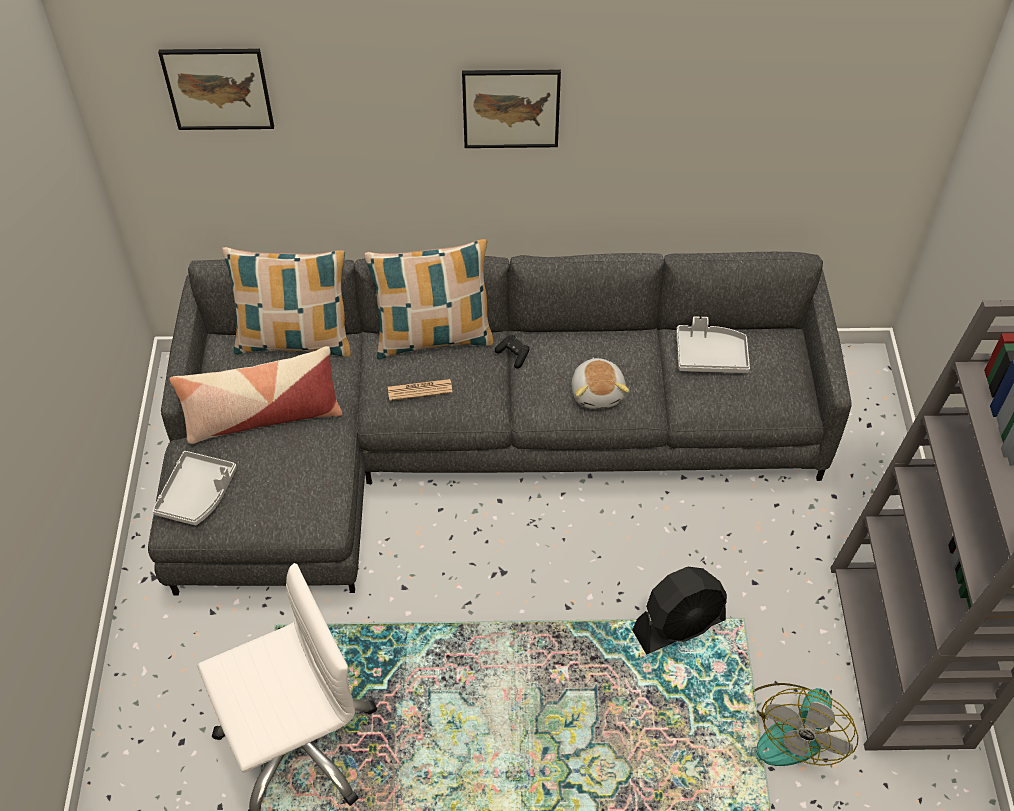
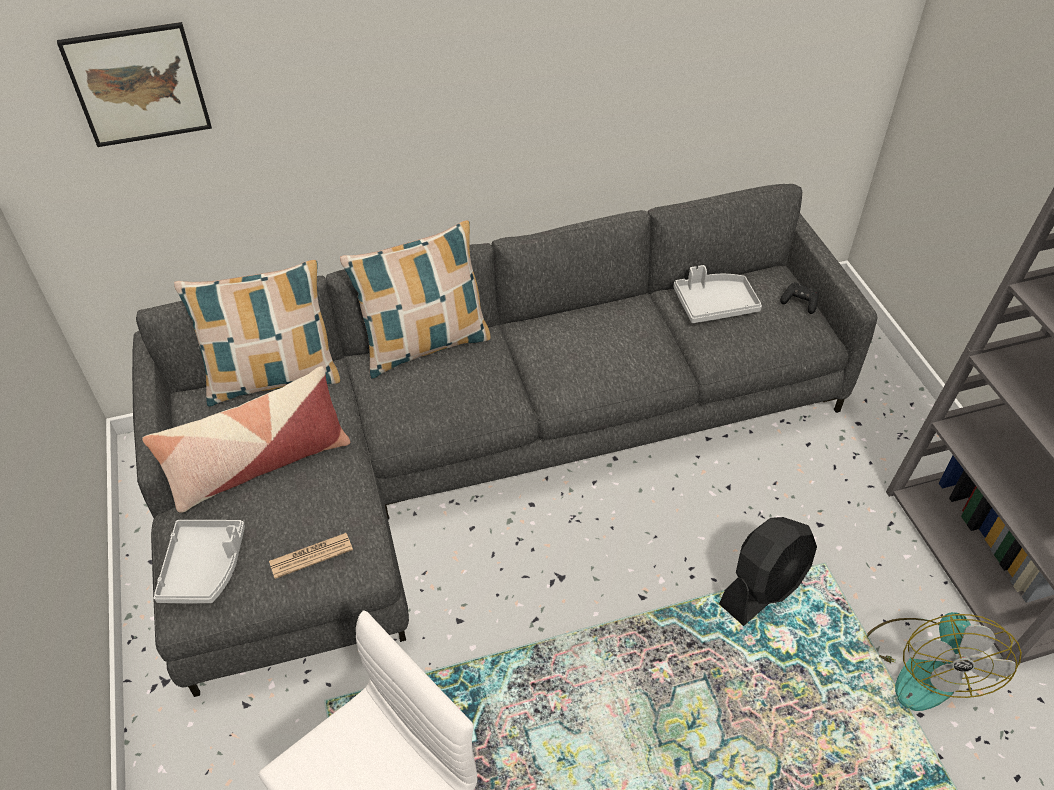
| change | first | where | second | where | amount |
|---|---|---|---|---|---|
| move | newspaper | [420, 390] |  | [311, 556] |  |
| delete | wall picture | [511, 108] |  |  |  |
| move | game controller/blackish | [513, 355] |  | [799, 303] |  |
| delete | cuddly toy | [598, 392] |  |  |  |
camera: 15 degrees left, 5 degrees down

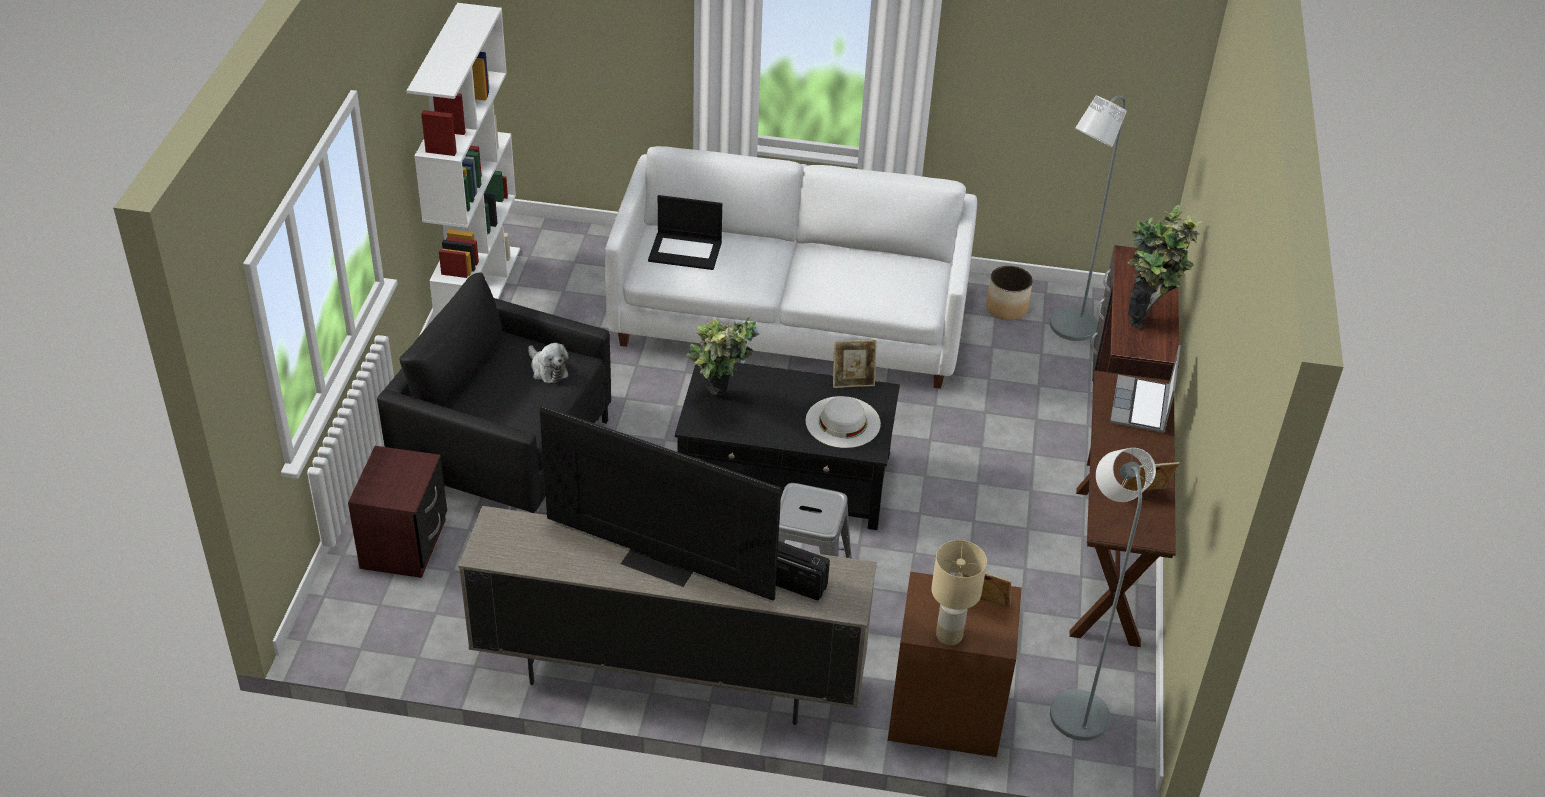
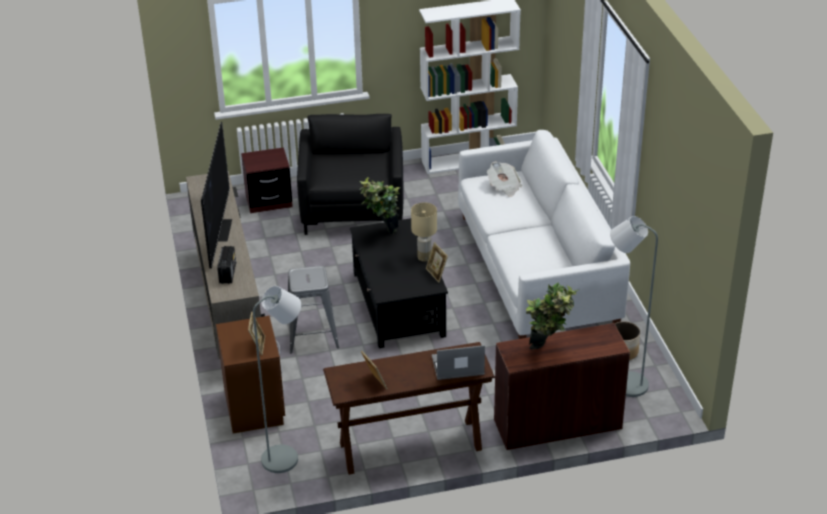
| change | first | where | second | where | amount |
|---|---|---|---|---|---|
| delete | cuddly toy | [547, 369] |  |  |  |
| replace | portable computer | [686, 251] | newspaper | [504, 187] |  |
| delete | wearable hat/white | [843, 422] |  |  |  |
| move | lamp for a table/beige | [949, 635] |  | [424, 257] |  |
camera: 70 degrees right, 5 degrees down

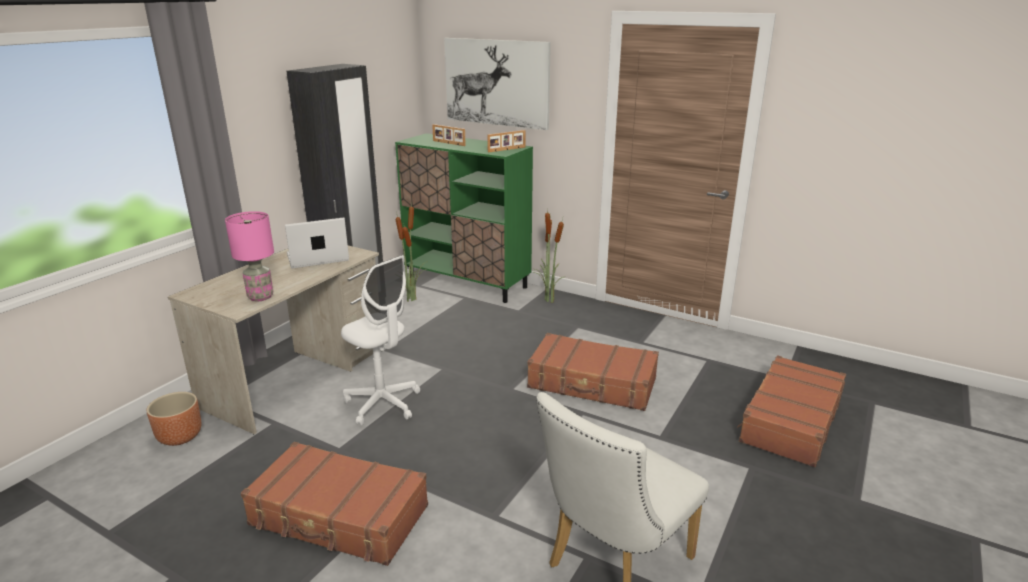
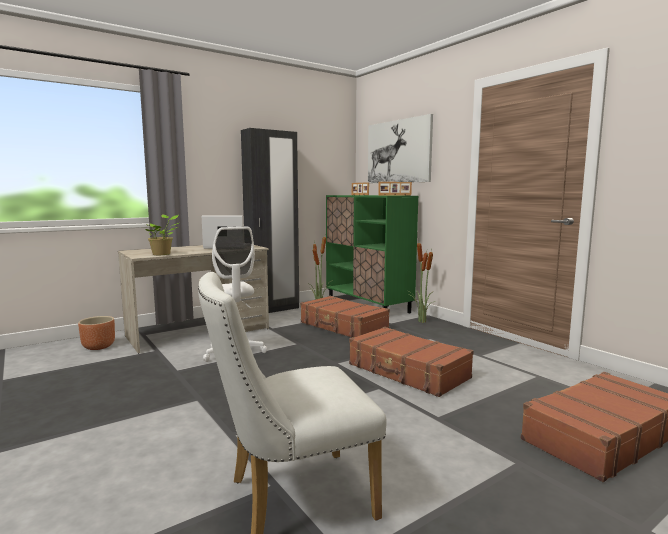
| change | first | where | second | where | amount |
|---|---|---|---|---|---|
| replace | lamp for a table/pink | [260, 297] | plant in a pot | [163, 254] |  |
| move | travel case/brown | [339, 516] |  | [343, 326] |  |
camera: 25 degrees right, 15 degrees down

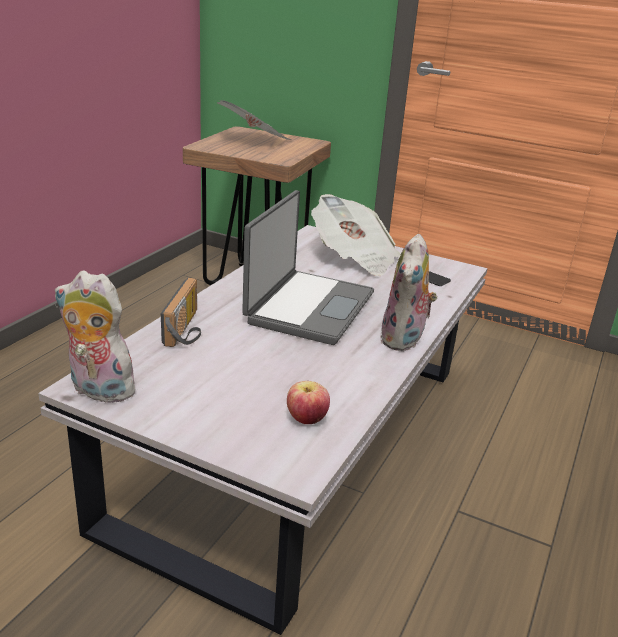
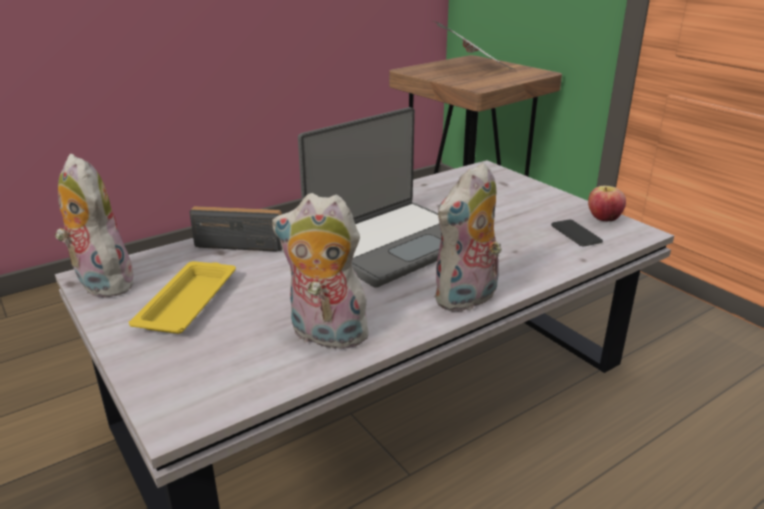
| change | first | where | second | where | amount |
|---|---|---|---|---|---|
| rotate | radio receiver | [187, 329] |  | [245, 243] | 120 degrees counterclockwise |
| move | whole apple | [306, 419] |  | [603, 219] |  |
| delete | newspaper | [354, 258] |  |  |  |
| insert |  |  | carrying tray/yellow | [189, 302] |  |
| insert |  |  | cuddly toy | [325, 336] |  |
camera: 30 degrees right, 0 degrees up

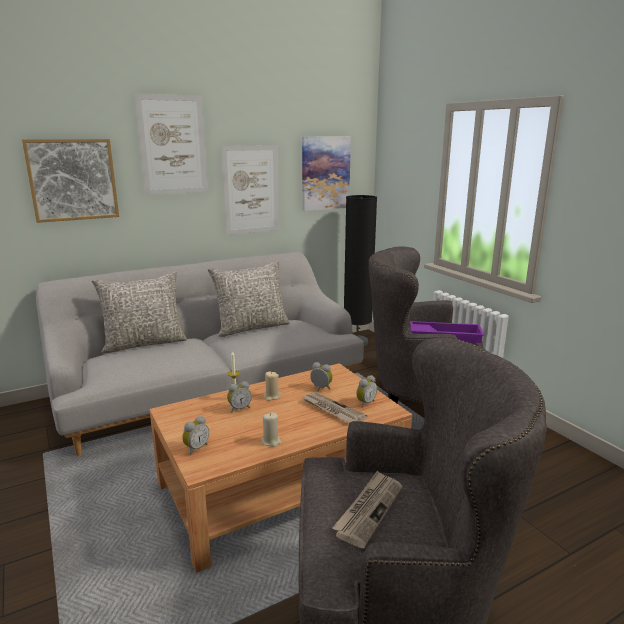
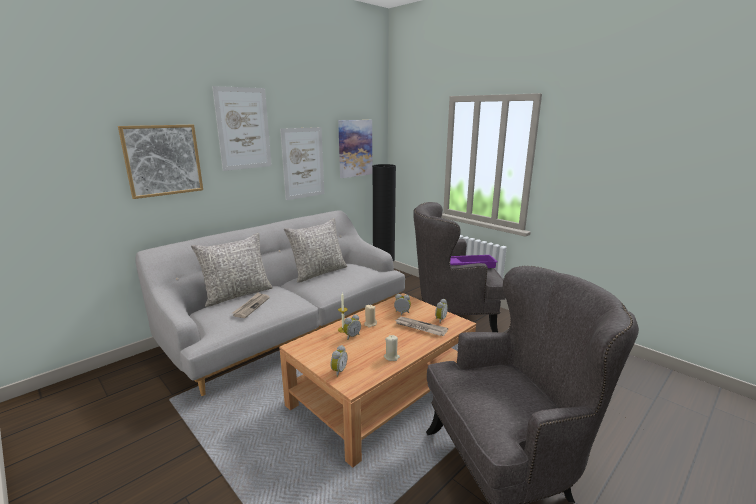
| change | first | where | second | where | amount |
|---|---|---|---|---|---|
| move | newspaper | [369, 509] |  | [251, 306] |  |
camera: 15 degrees left, 0 degrees up

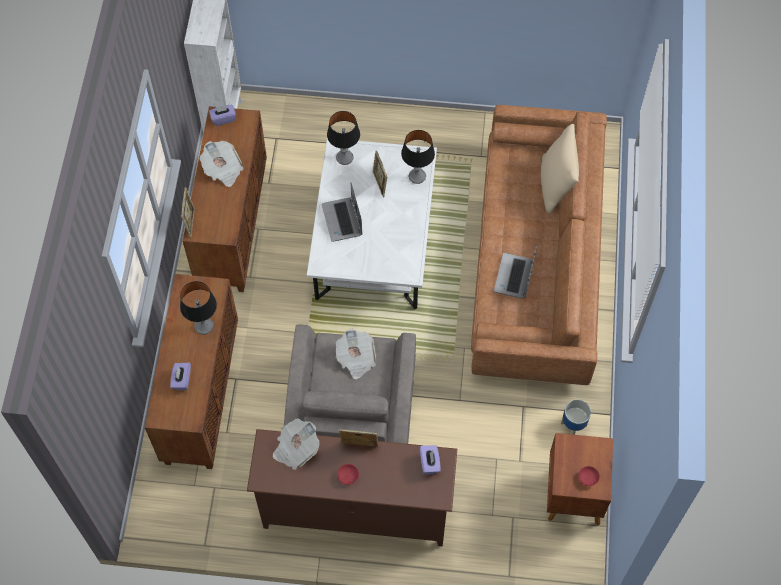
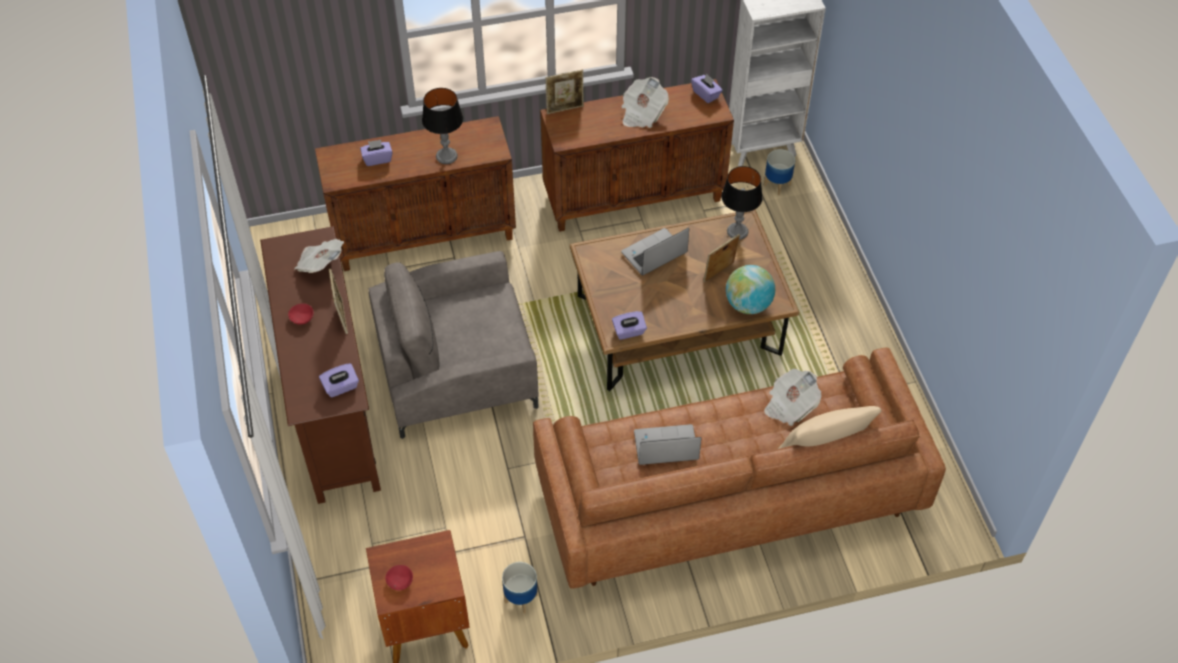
| change | first | where | second | where | amount |
|---|---|---|---|---|---|
| recolor | lounge table/white | [374, 240] | lounge table/brown | [678, 325] |  |
| move | newspaper | [356, 359] |  | [790, 405] |  |
| replace | lamp for a table | [417, 176] | desk globe | [748, 304] |  |
| insert |  |  | tissue holder/purplish | [629, 332] |  |
| insert |  |  | flower pot | [776, 185] |  |
camera: 70 degrees right, 10 degrees down

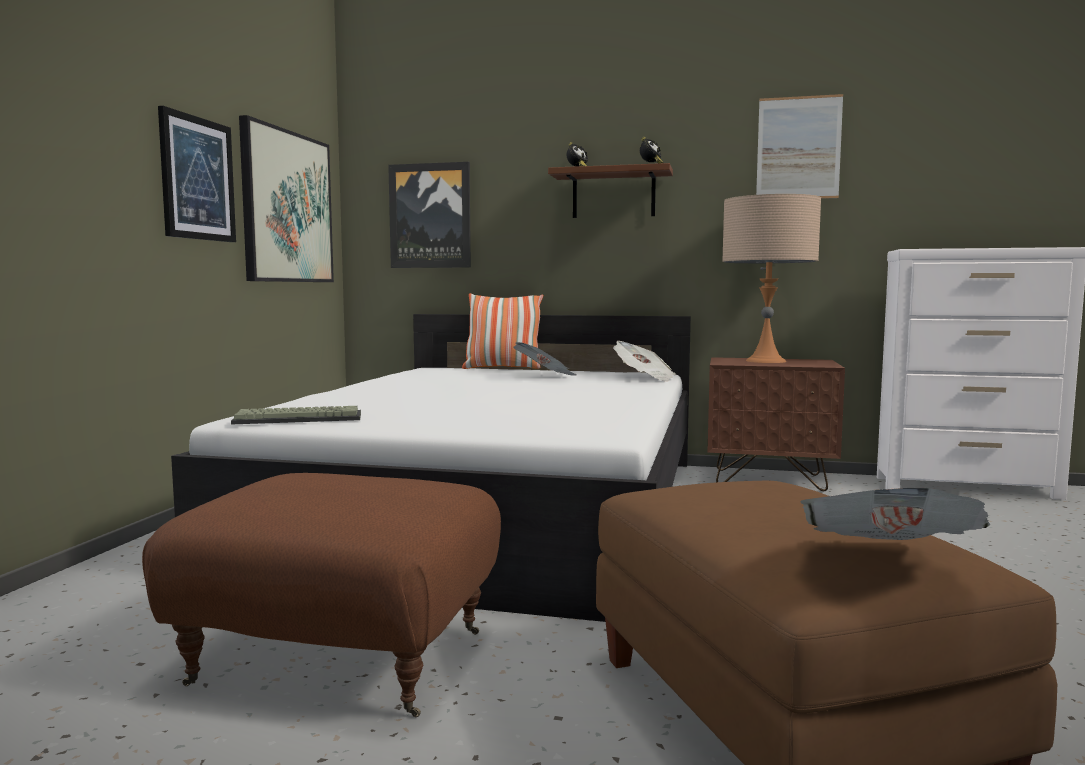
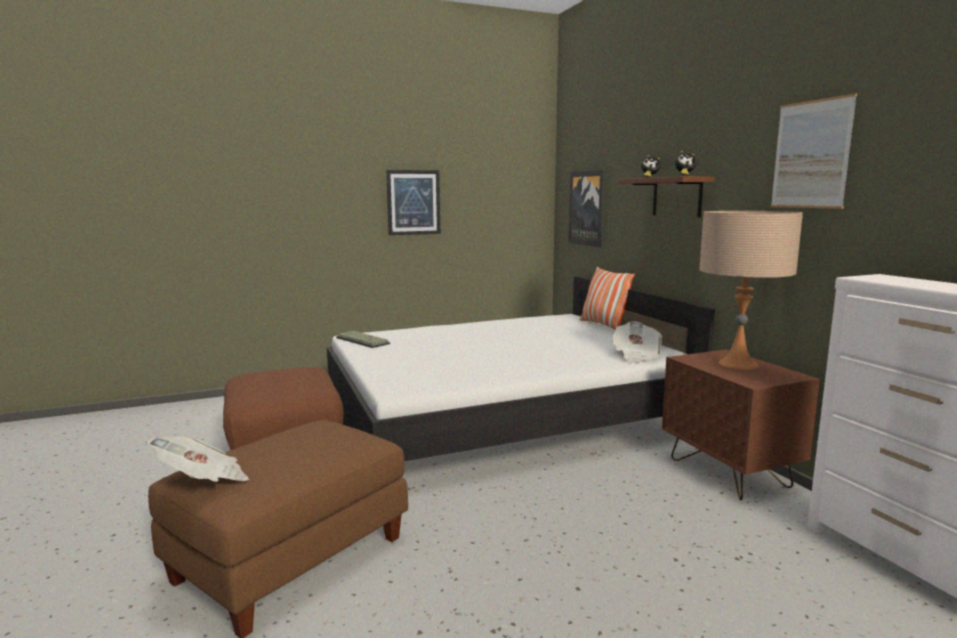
| change | first | where | second | where | amount |
|---|---|---|---|---|---|
| delete | wall picture | [287, 207] |  |  |  |
| delete | newspaper | [545, 376] |  |  |  |
camera: 55 degrees right, 5 degrees up

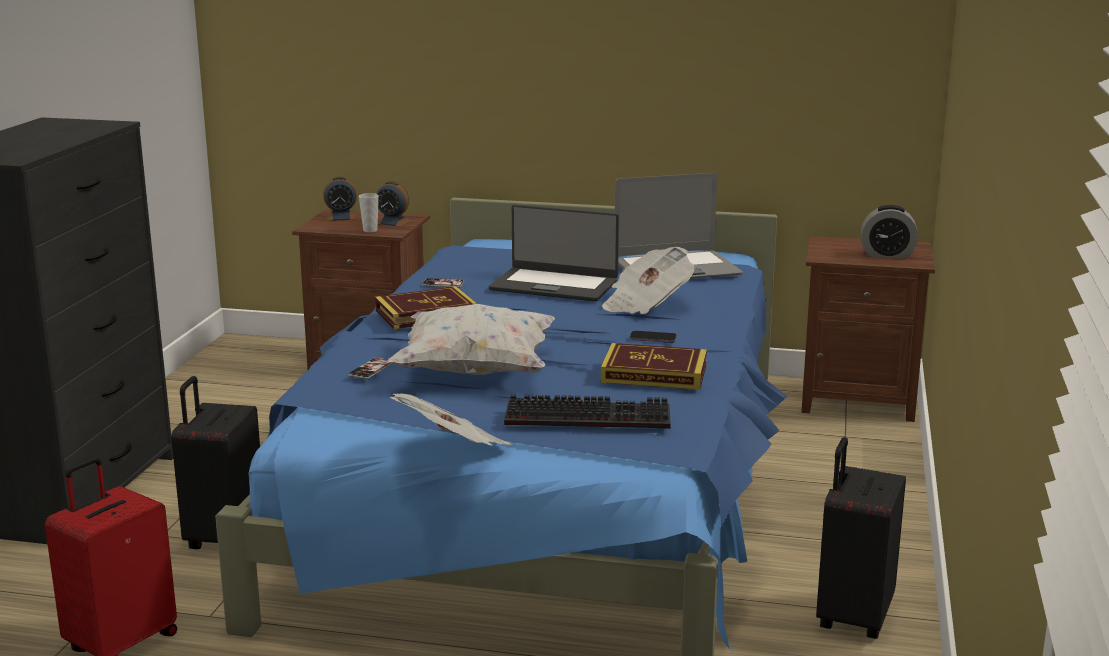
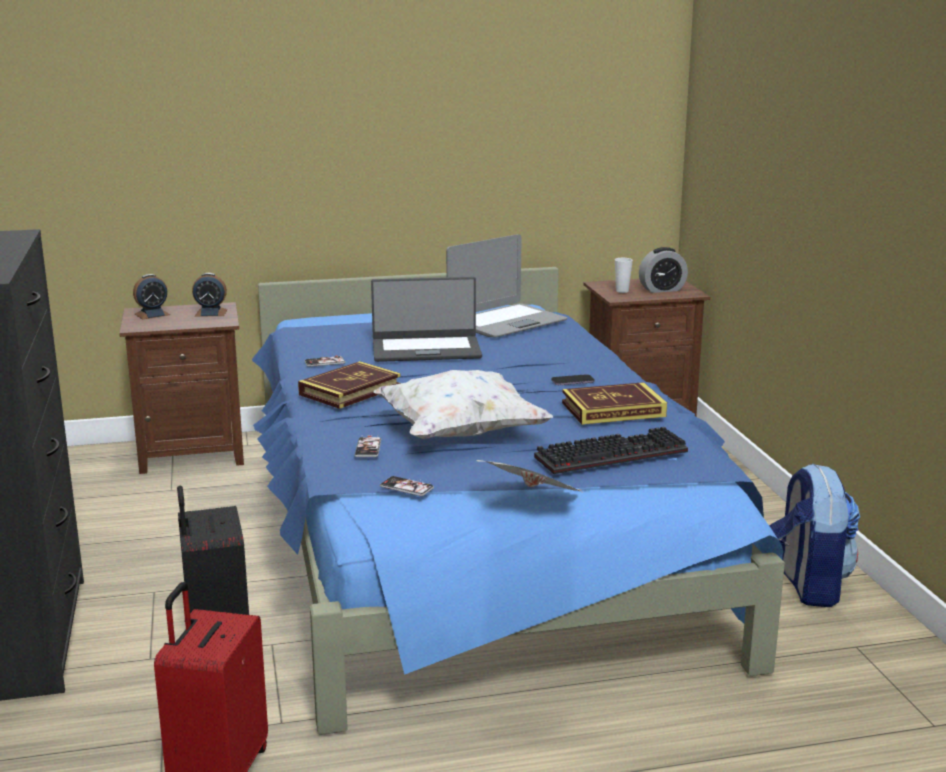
| change | first | where | second | where | amount |
|---|---|---|---|---|---|
| move | small cup | [370, 230] |  | [622, 291] |  |
| delete | newspaper | [646, 304] |  |  |  |
| replace | travel case/blackish | [852, 616] | knapsack | [806, 585] |  |
| insert |  |  | handset | [406, 487] |  |
camera: 25 degrees left, 0 degrees up

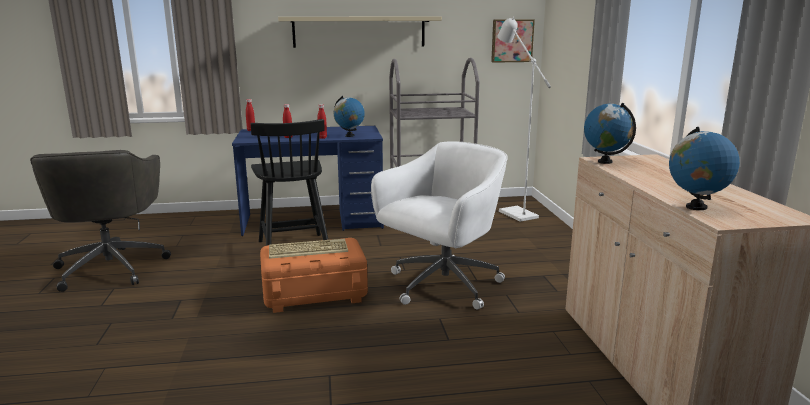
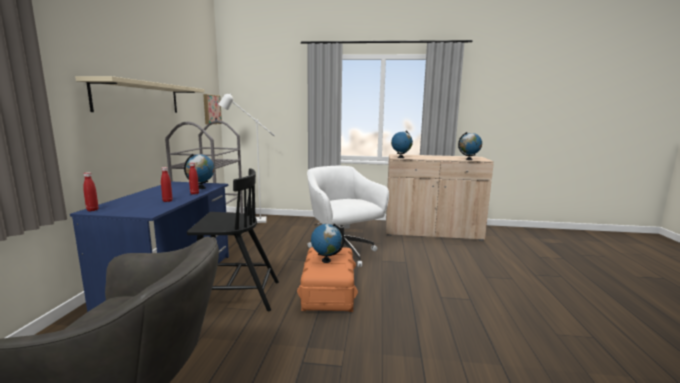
| change | first | where | second | where | amount |
|---|---|---|---|---|---|
| replace | keyboard | [309, 249] | desk globe | [326, 260] |  |
camera: 75 degrees left, 5 degrees down

